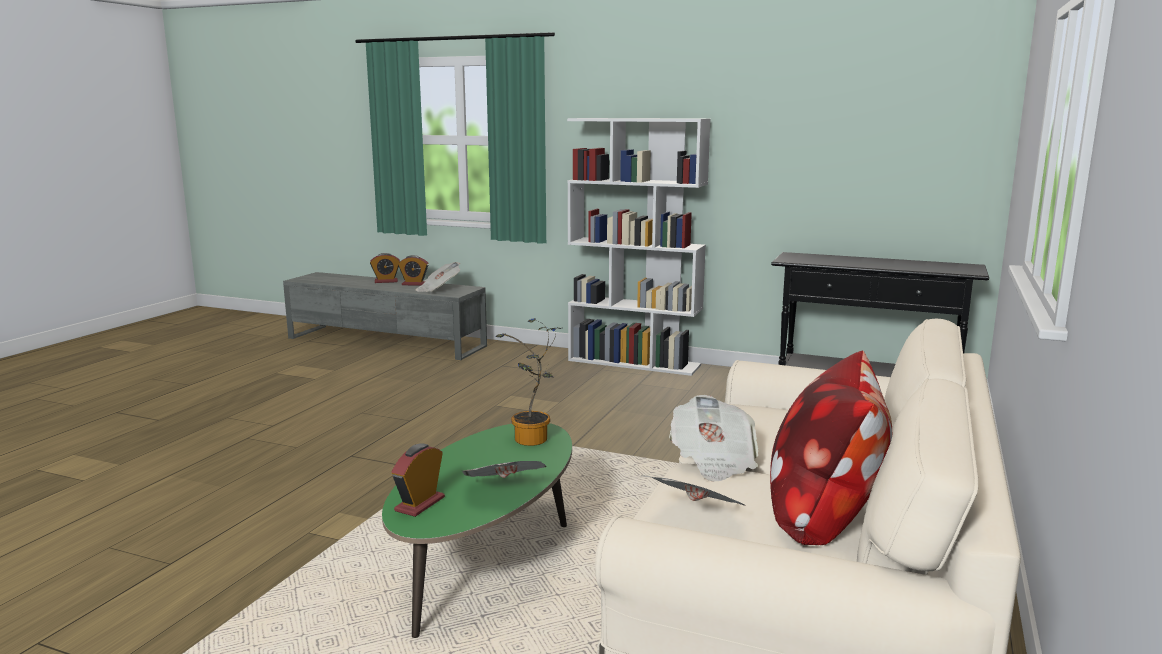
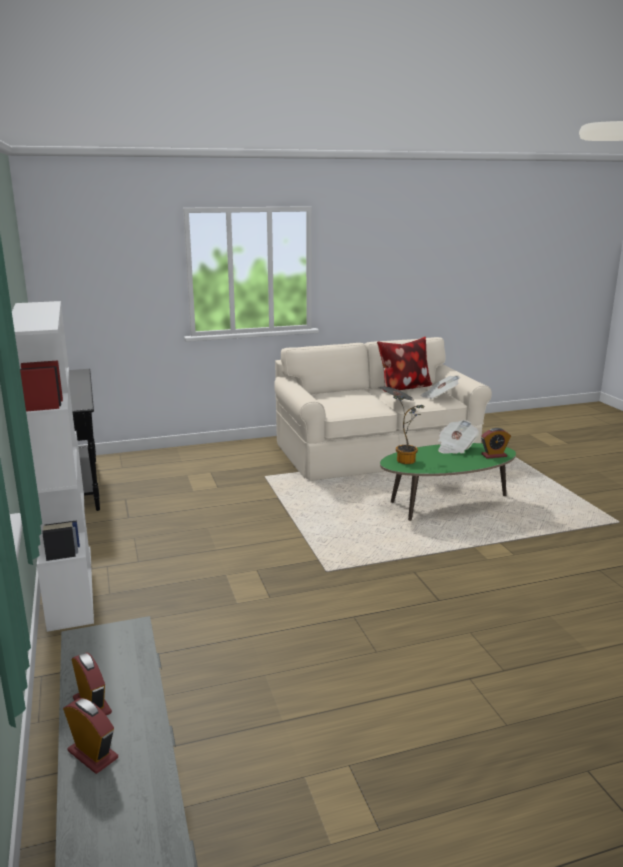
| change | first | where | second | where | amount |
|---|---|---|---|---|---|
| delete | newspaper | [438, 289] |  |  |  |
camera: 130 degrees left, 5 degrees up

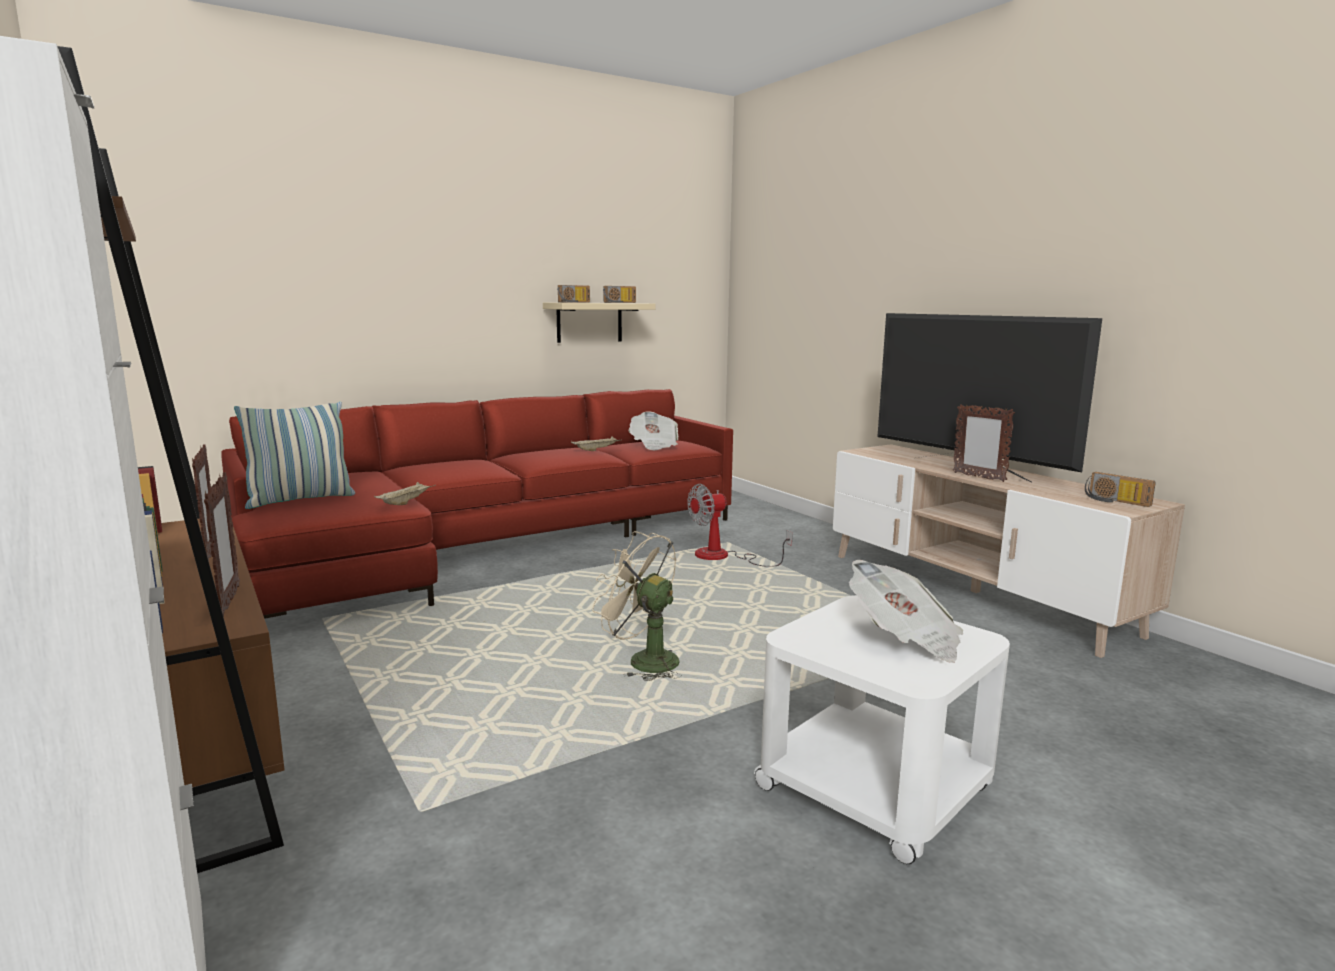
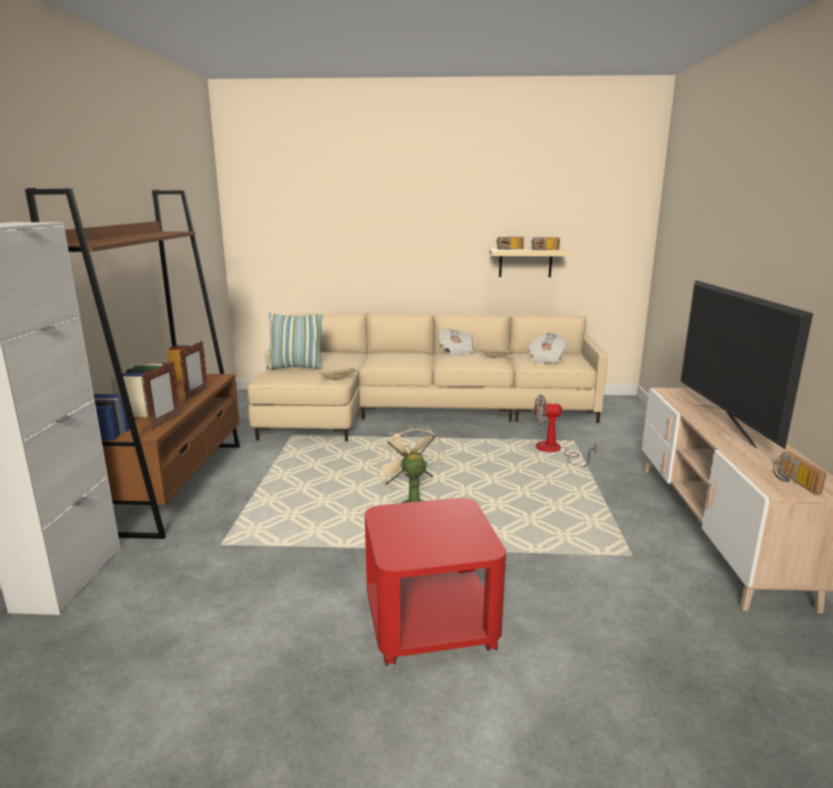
| change | first | where | second | where | amount |
|---|---|---|---|---|---|
| recolor | settee/reddish | [484, 547] | settee/beige | [417, 410] |  |
| recolor | accent table/white | [876, 789] | accent table/reddish | [430, 623] |  |
| move | newspaper | [905, 639] |  | [456, 351] |  |
| delete | picture frame | [978, 477] |  |  |  |
camera: 35 degrees right, 5 degrees up

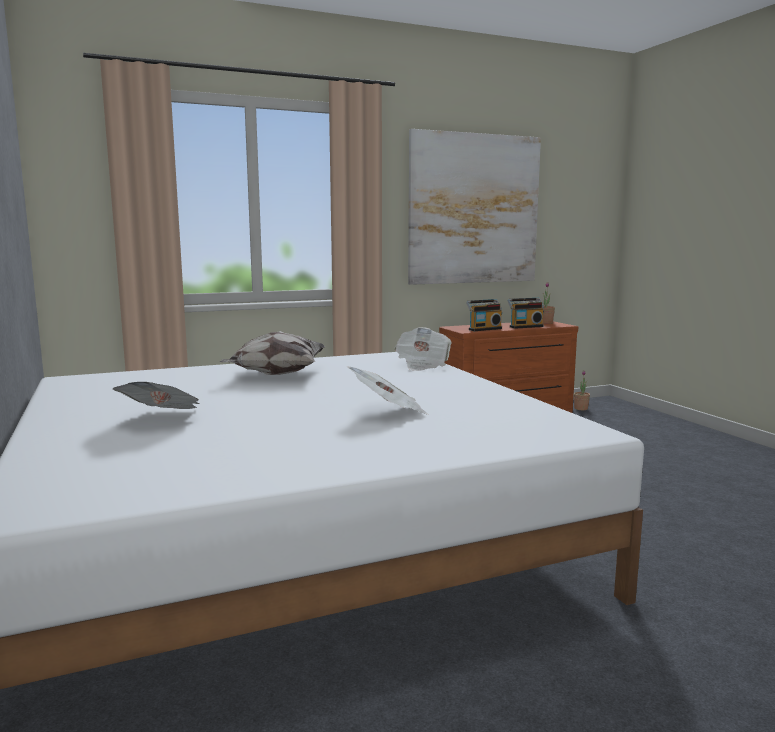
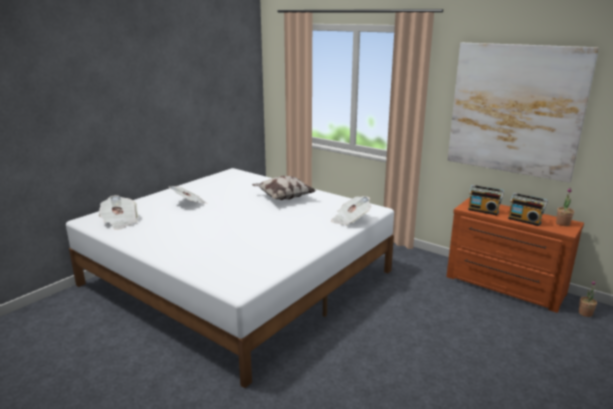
| change | first | where | second | where | amount |
|---|---|---|---|---|---|
| move | newspaper | [389, 411] |  | [120, 222] |  |
camera: 60 degrees right, 10 degrees up

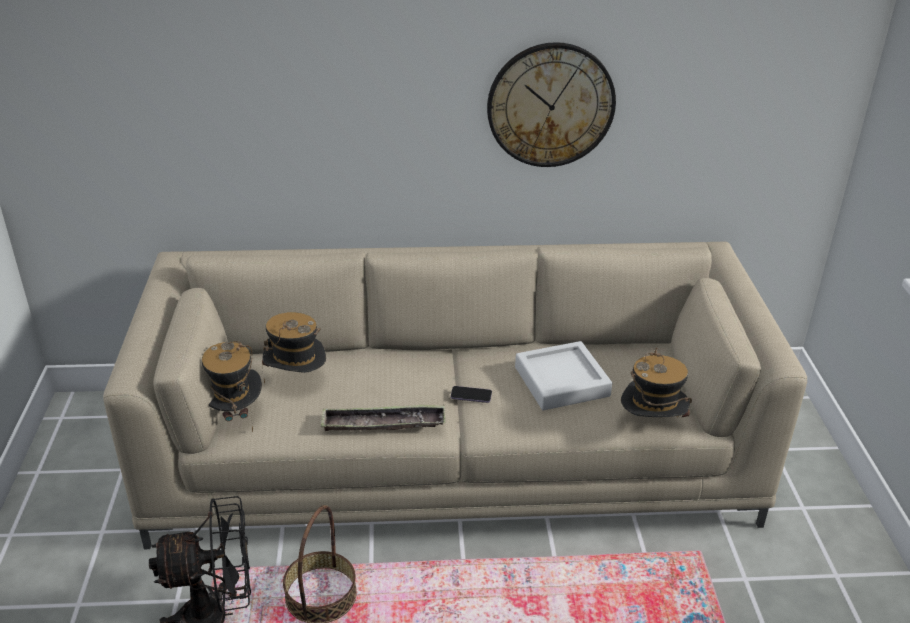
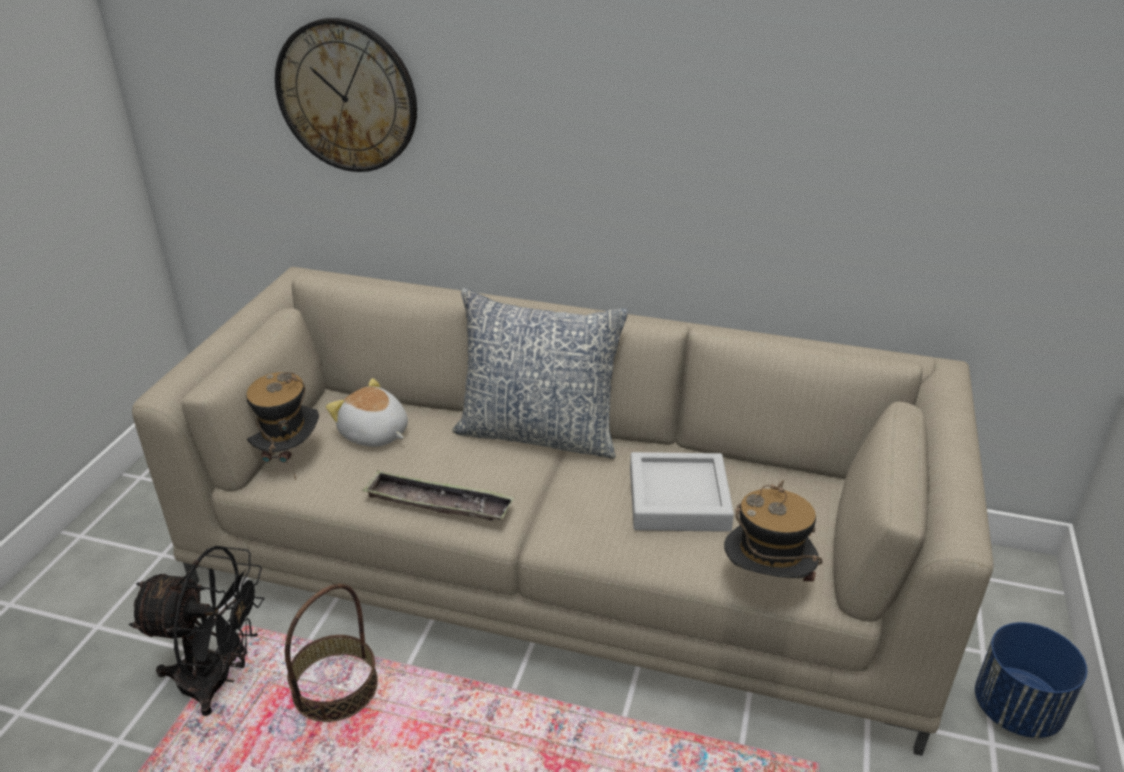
| change | first | where | second | where | amount |
|---|---|---|---|---|---|
| replace | wearable hat | [296, 382] | cuddly toy | [374, 434] |  |
| delete | handset | [471, 395] |  |  |  |
| move | hanging clock | [550, 105] |  | [347, 96] |  |
| insert |  |  | throw pillow | [538, 433] |  |
| insert |  |  | flower pot/blue-coloured | [1017, 710] |  |
camera: 20 degrees right, 0 degrees up

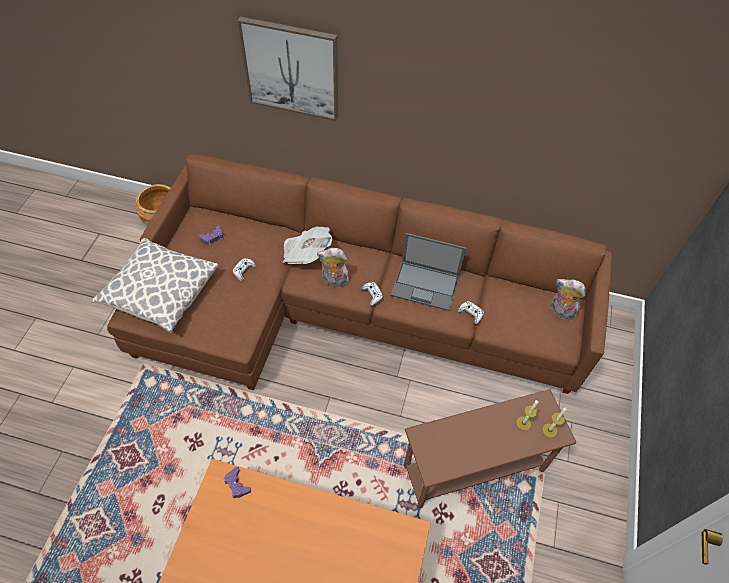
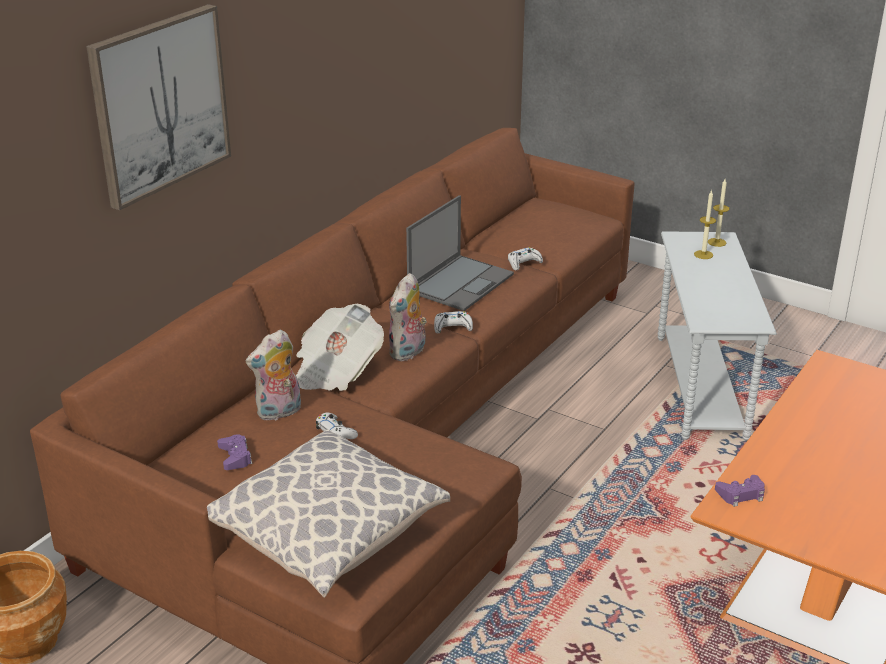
| change | first | where | second | where | amount |
|---|---|---|---|---|---|
| recolor | accent table/brown | [473, 467] | accent table/white | [699, 387] |  |
| move | cuddly toy | [560, 312] |  | [279, 413] |  |
camera: 70 degrees left, 25 degrees down

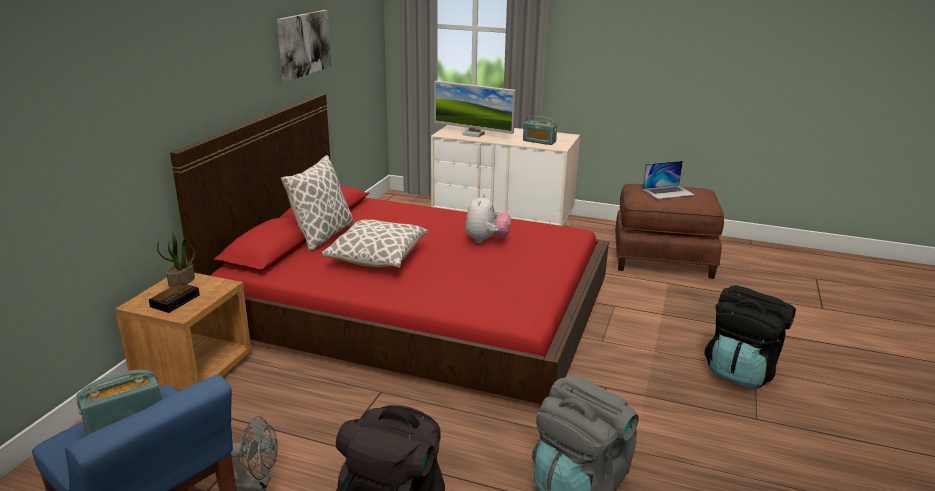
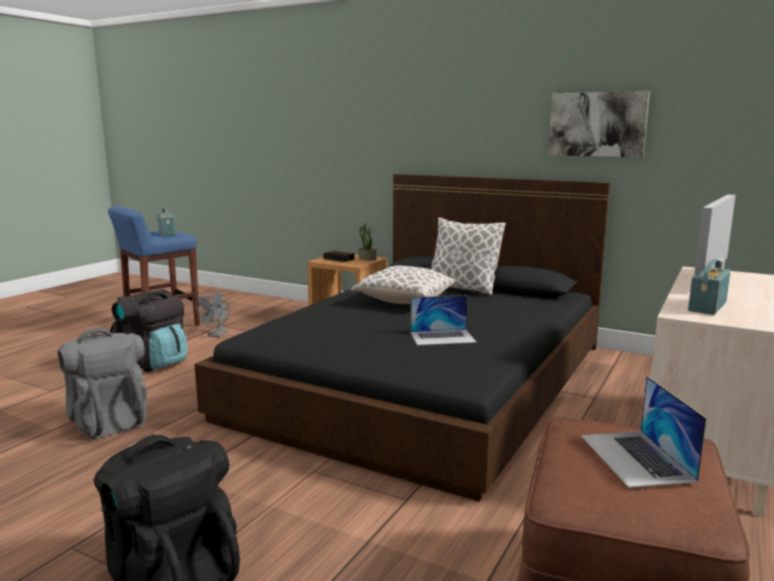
| change | first | where | second | where | amount |
|---|---|---|---|---|---|
| recolor | bed/reddish | [416, 307] | bed/blackish | [426, 379] |  |
| replace | cuddly toy | [486, 240] | portable computer | [442, 337] |  |
camera: 100 degrees right, 10 degrees down

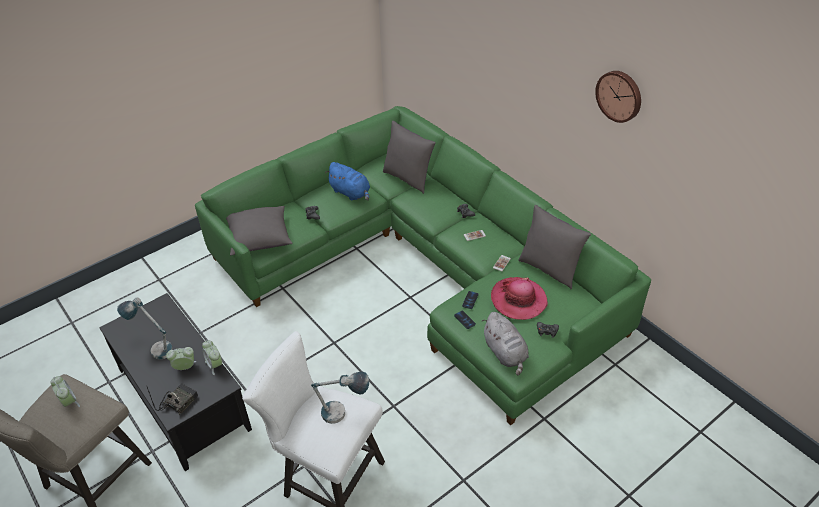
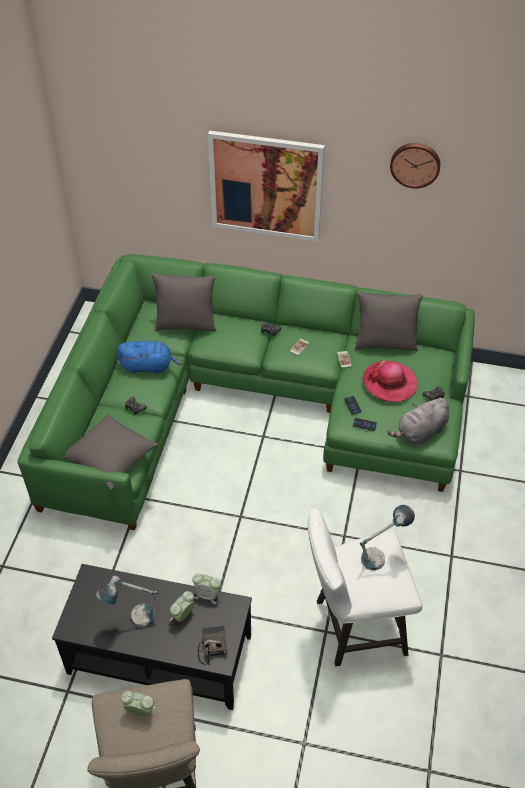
| change | first | where | second | where | amount |
|---|---|---|---|---|---|
| rotate | cuddly toy/grey | [505, 353] |  | [420, 432] | 120 degrees clockwise |
| insert |  |  | wall picture | [266, 186] |  |
camera: 40 degrees left, 5 degrees up

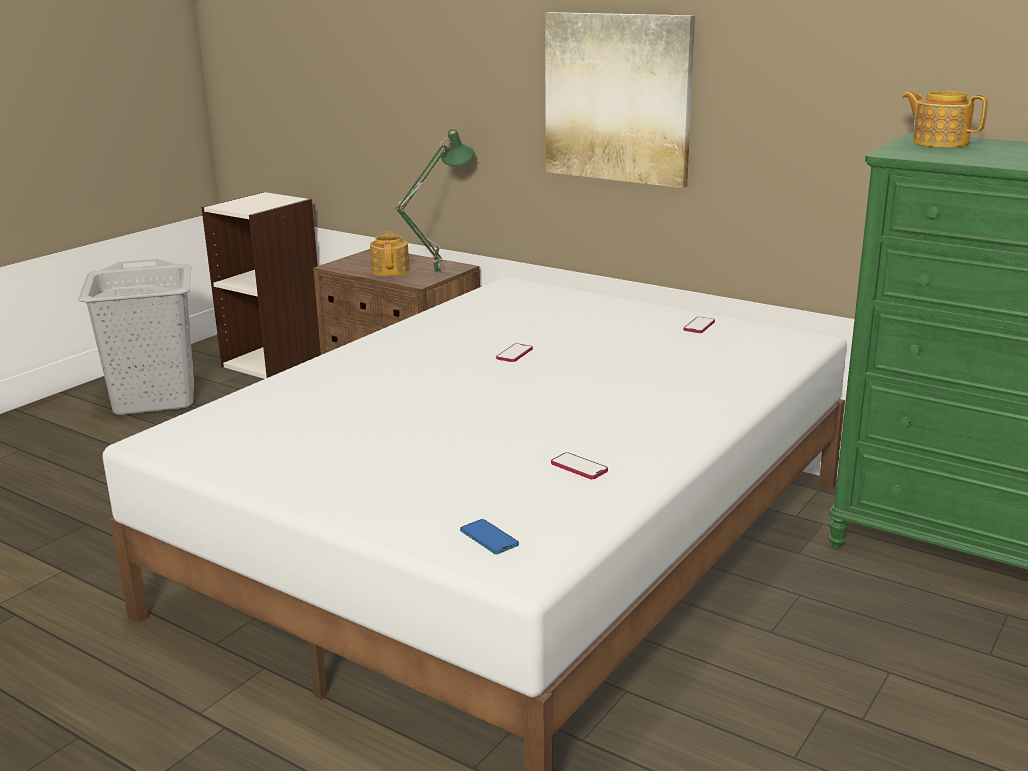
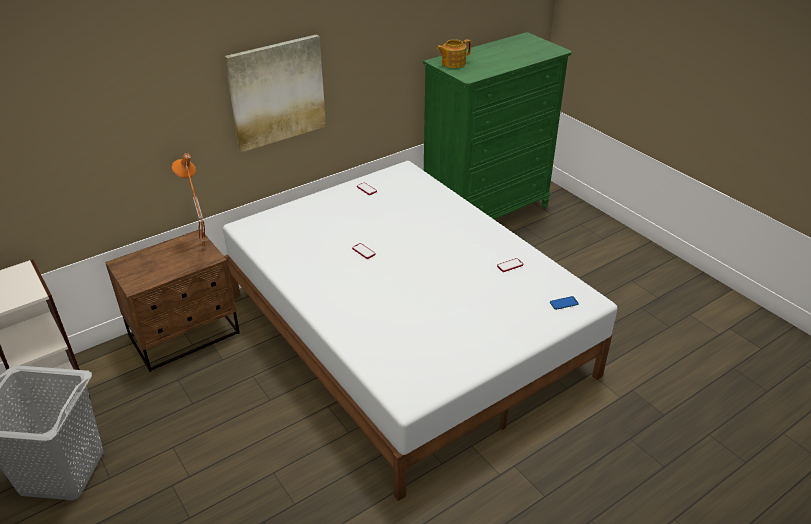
| change | first | where | second | where | amount |
|---|---|---|---|---|---|
| delete | tea pot | [391, 271] |  |  |  |
| recolor | lamp for a table/greenish | [436, 274] | lamp for a table/orangey | [202, 248] |  |
camera: 70 degrees left, 15 degrees up

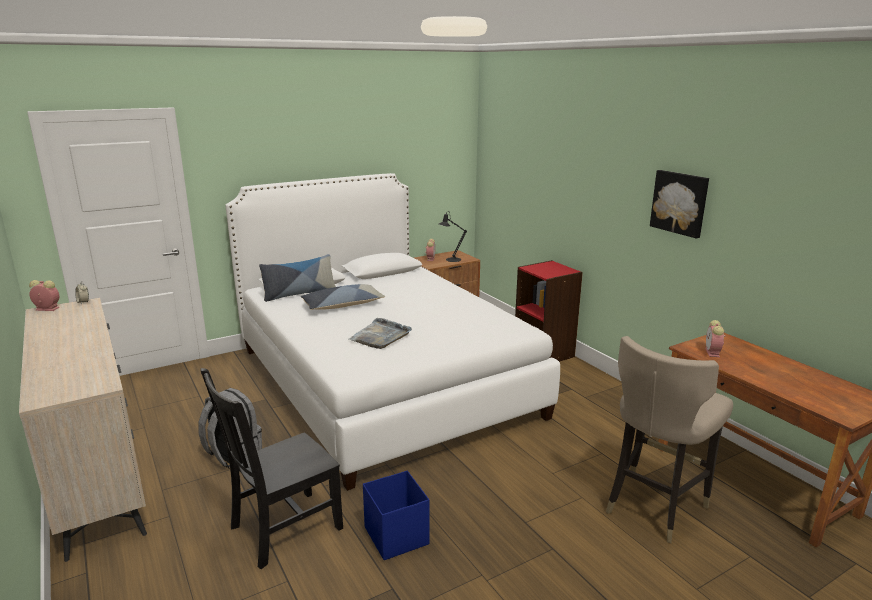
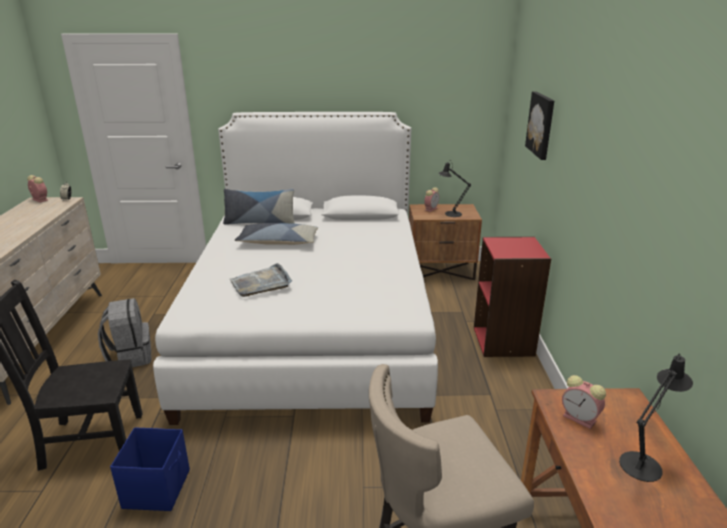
| change | first | where | second | where | amount |
|---|---|---|---|---|---|
| move | wall picture | [680, 203] |  | [541, 124] |  |
| rotate | alarm clock | [713, 353] |  | [580, 419] | 90 degrees counterclockwise |
| insert |  |  | lamp for a table/blackish | [643, 463] |  |
camera: 30 degrees right, 5 degrees up

